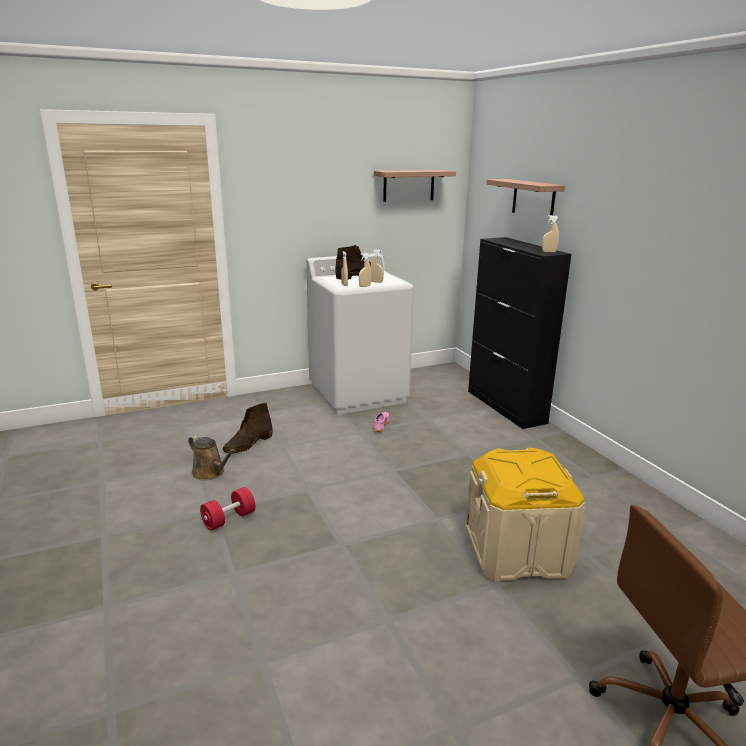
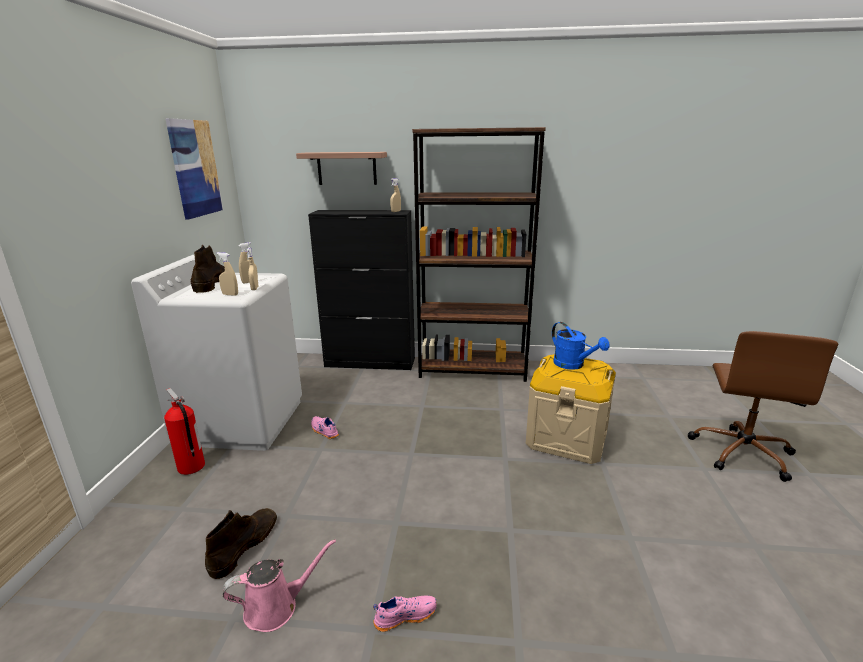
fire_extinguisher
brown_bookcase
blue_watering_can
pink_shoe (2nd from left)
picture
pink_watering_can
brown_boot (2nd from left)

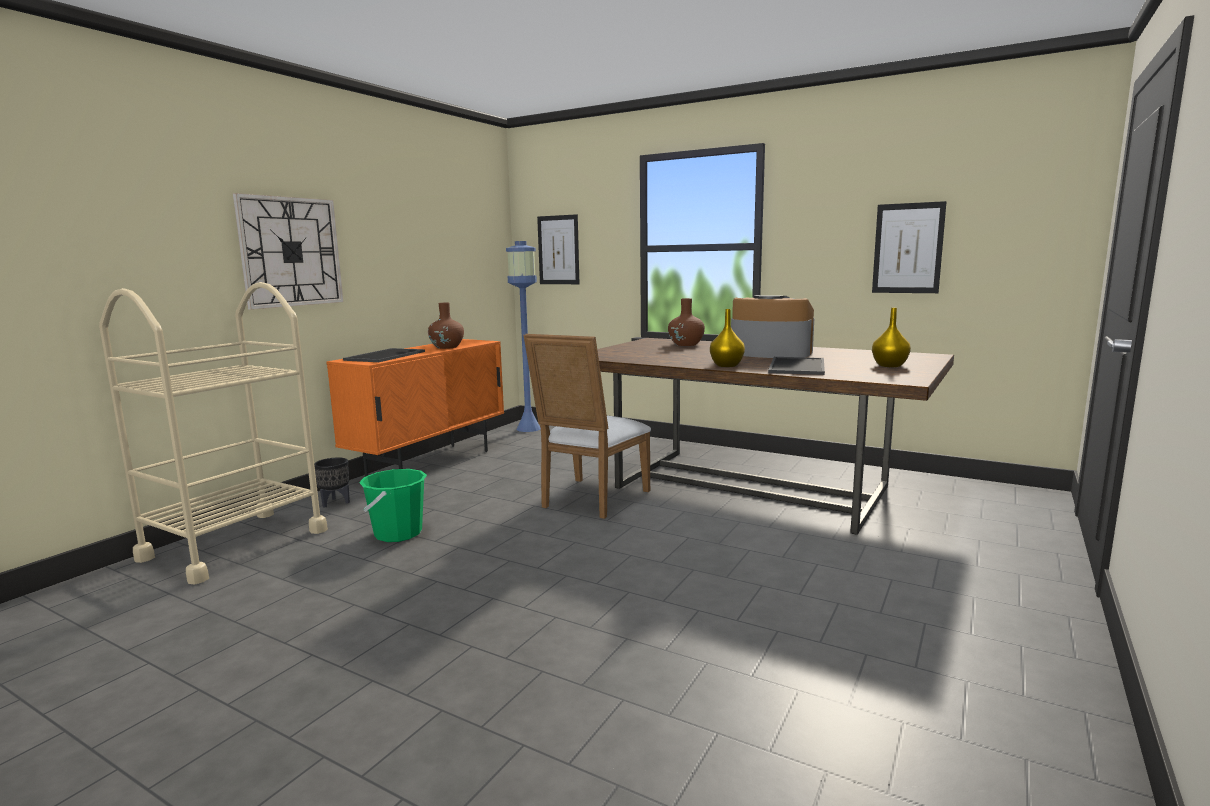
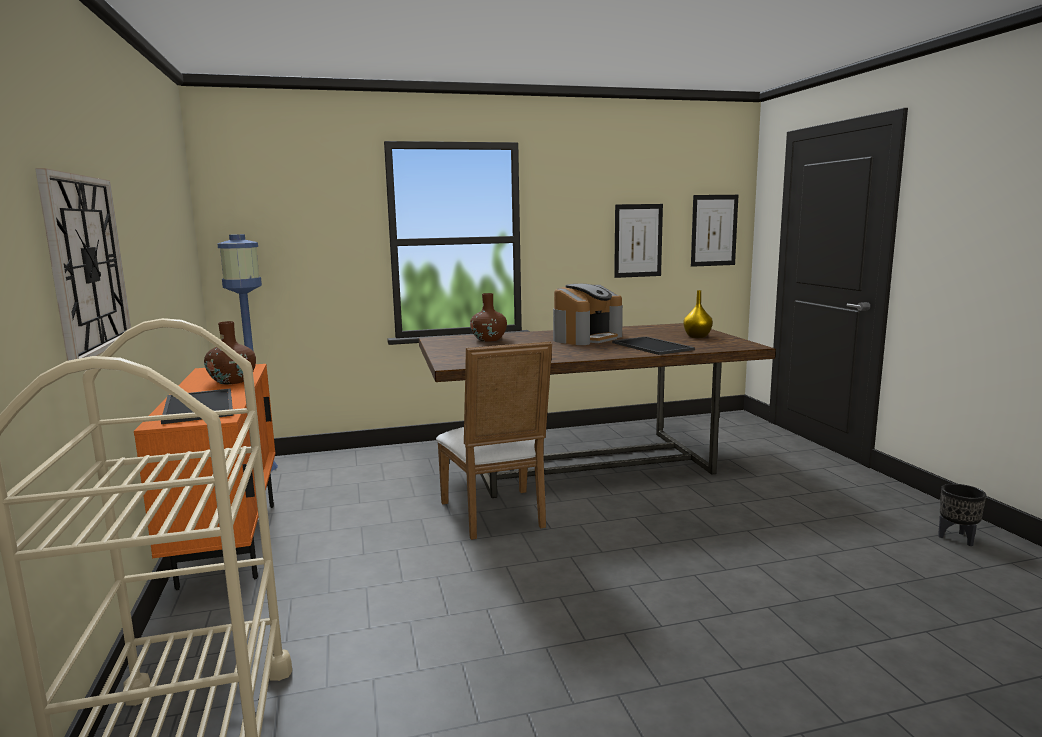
green_bucket
yellow_vase (1st from left in the first image)
black_planter
picture (2nd from left)
coffee_machine

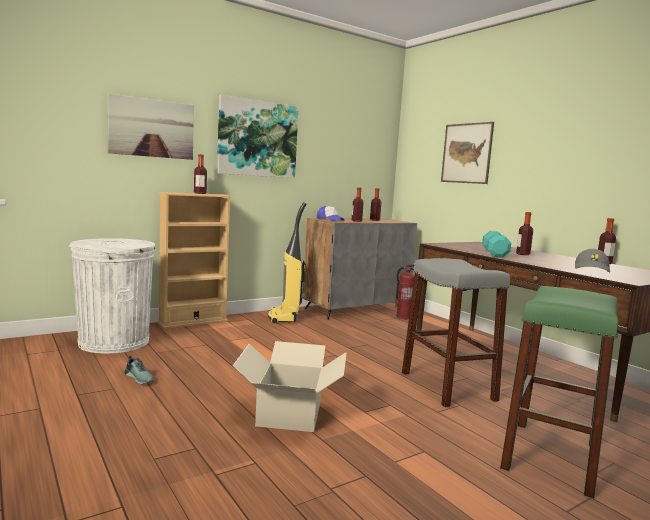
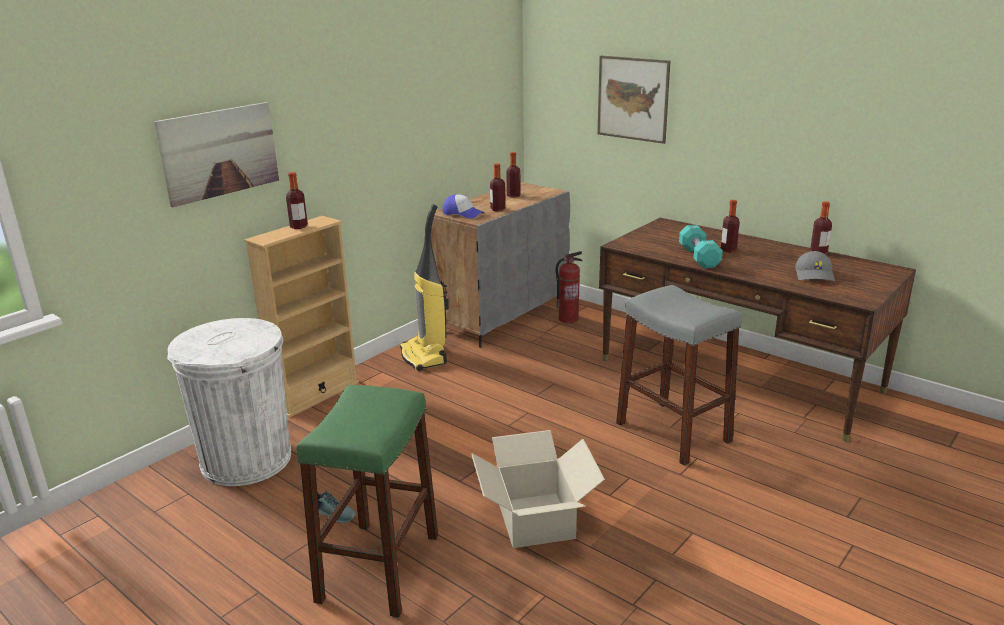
picture (2nd from left in the first image)
green_stool

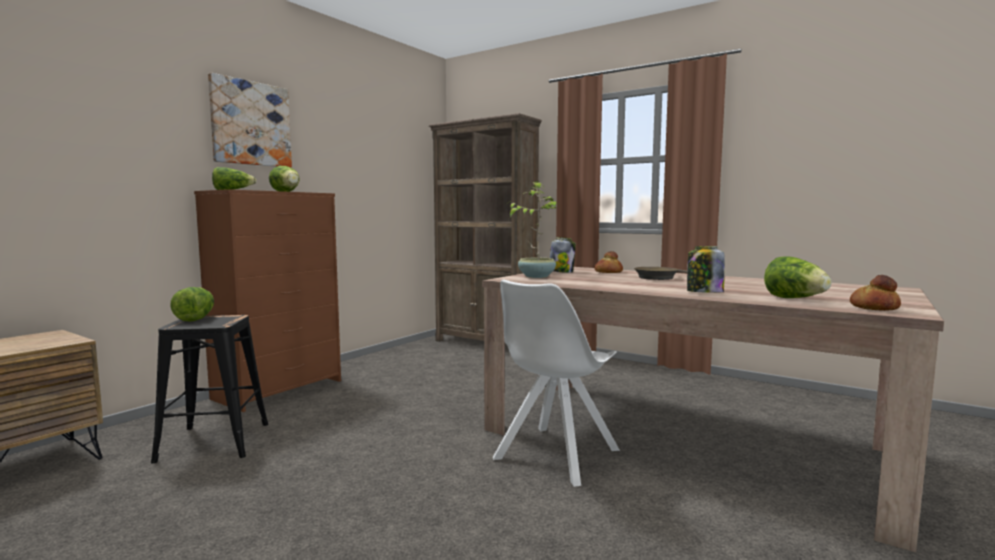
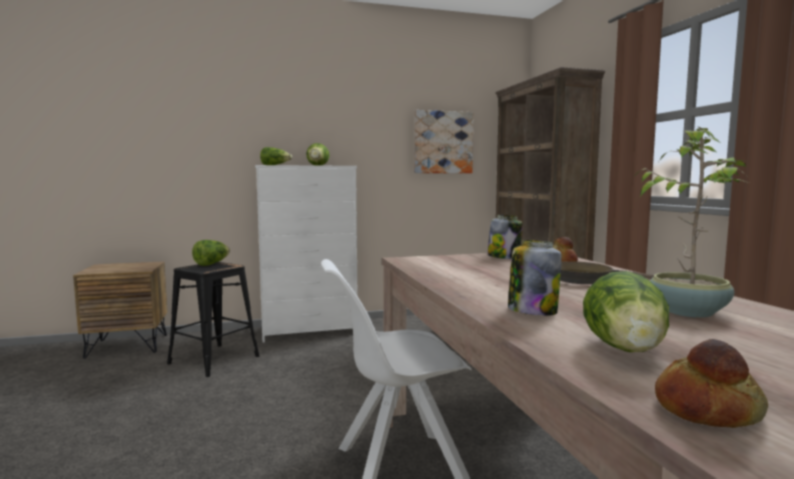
picture
potted_plant
white_dresser

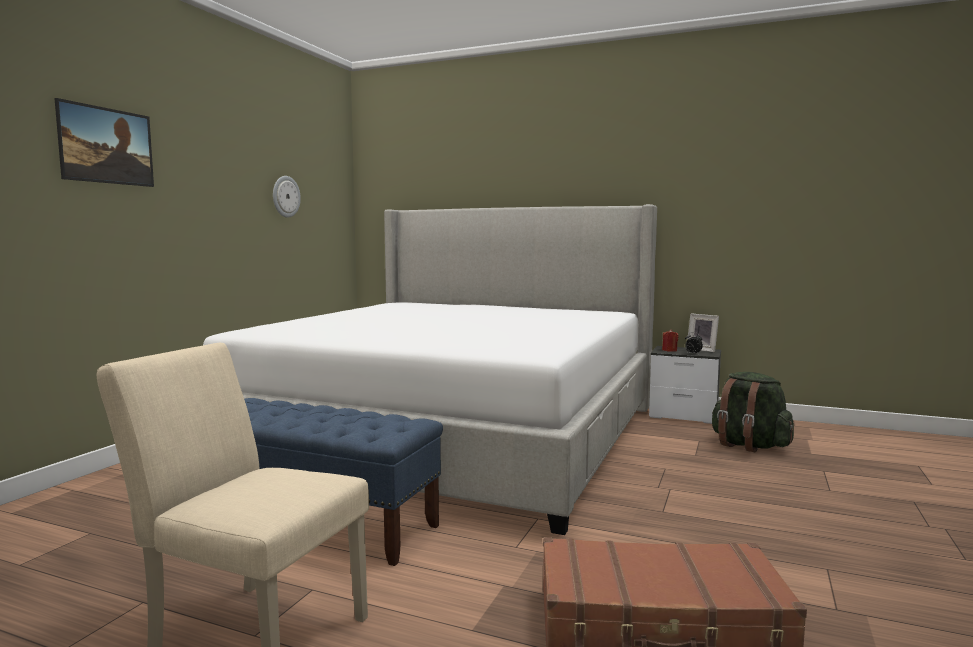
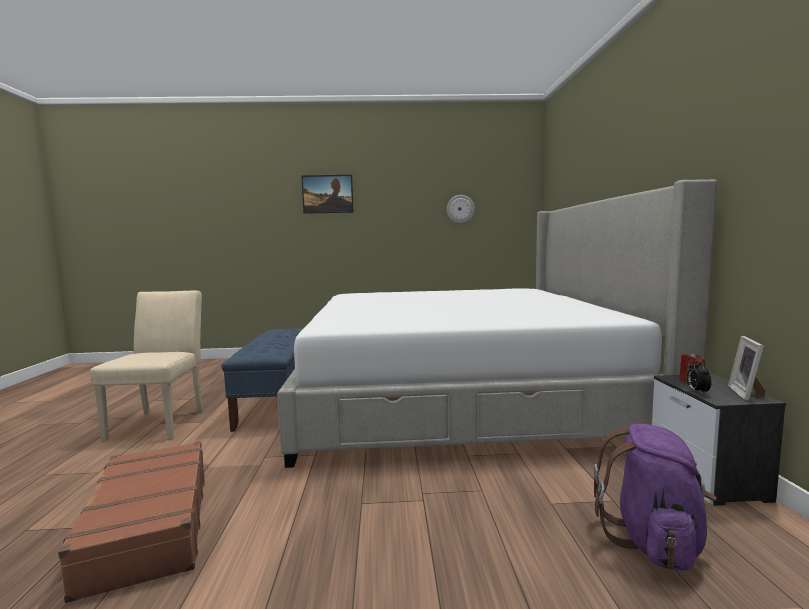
purple_backpack

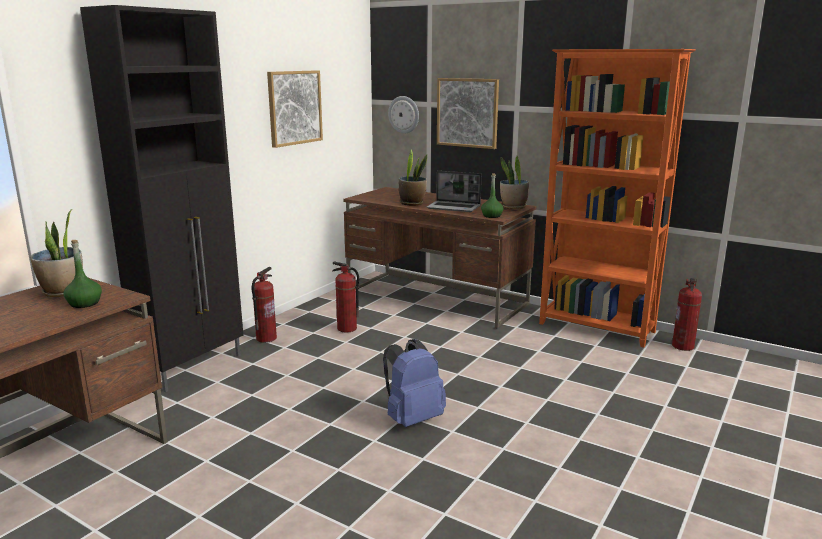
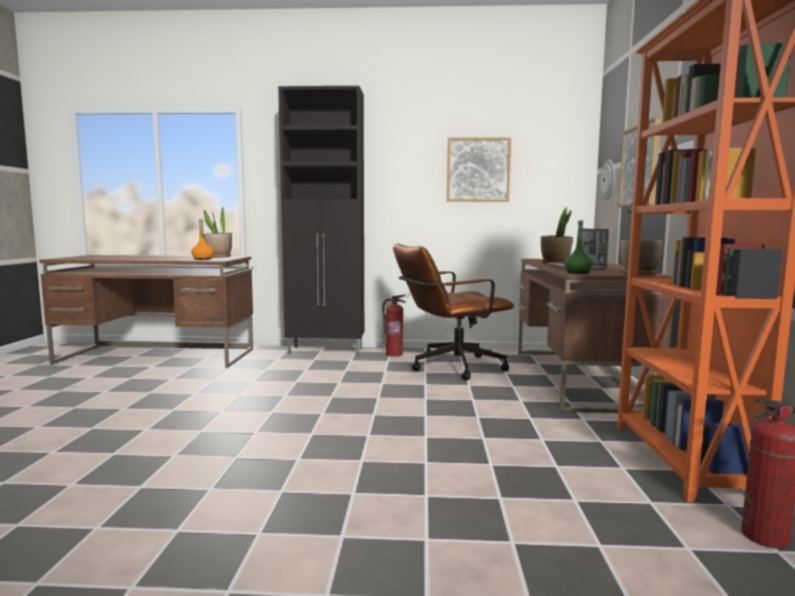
blue_backpack
brown_office_chair
orange_bottle

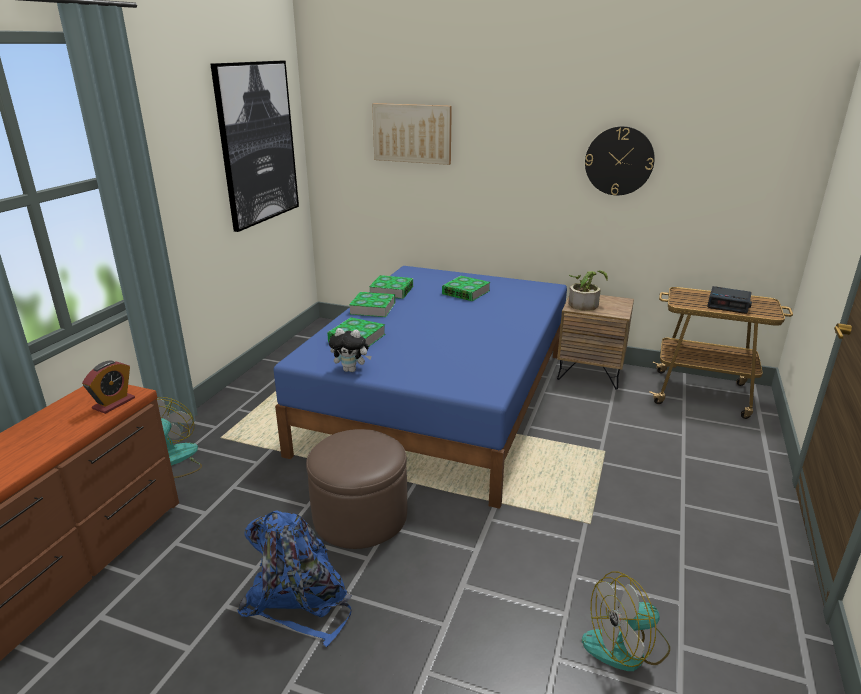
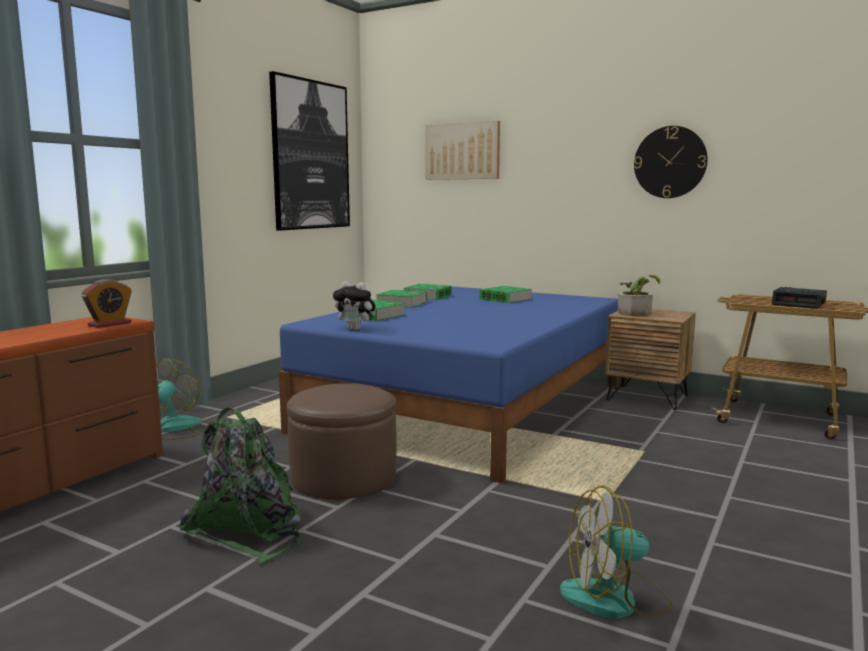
green_backpack

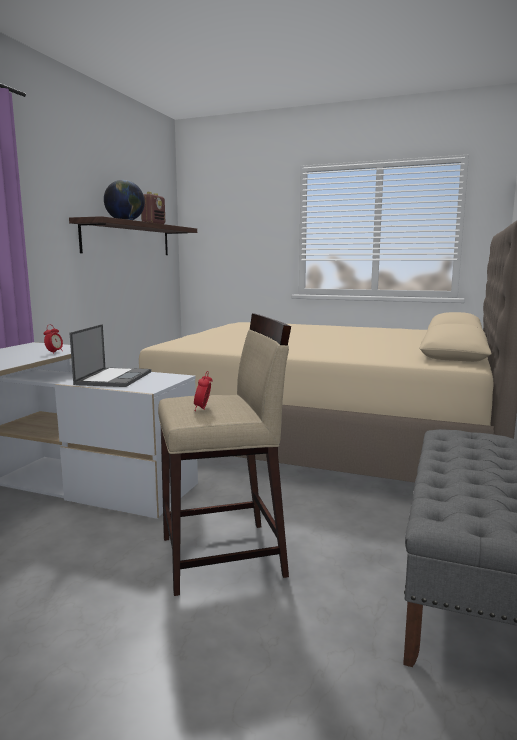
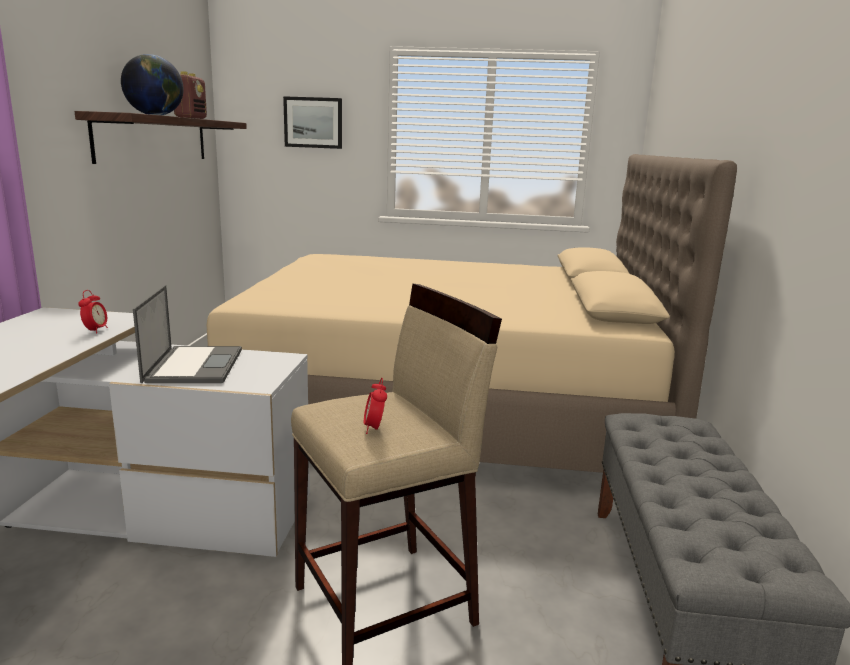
picture

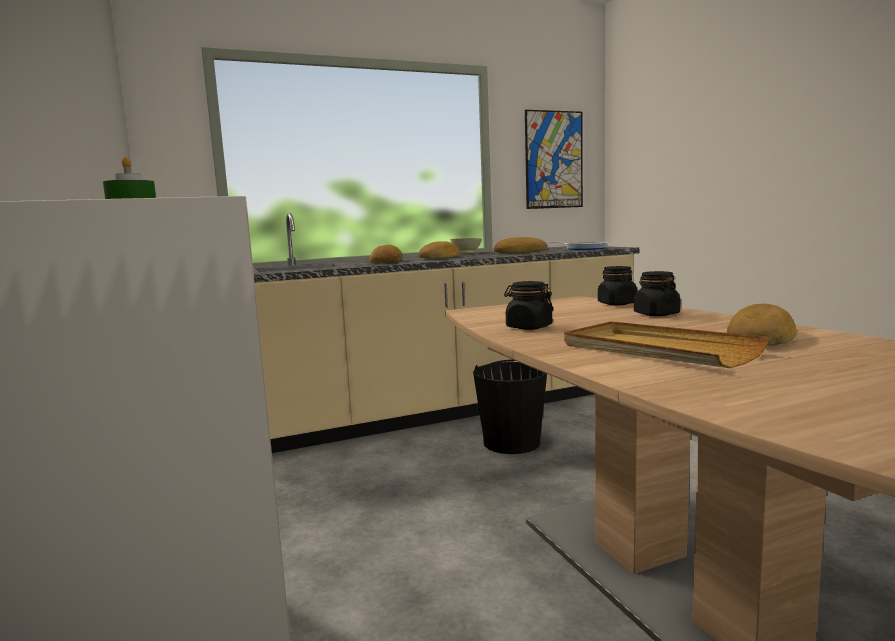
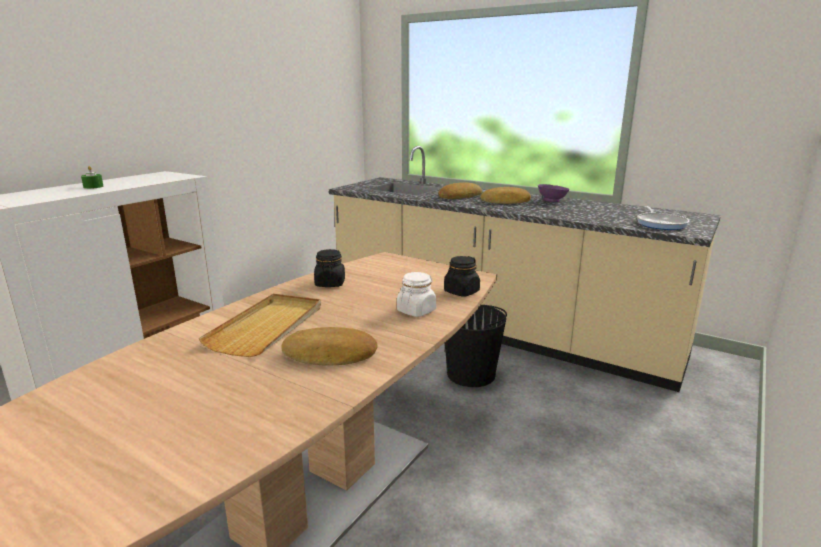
bread (3rd from left in the first image)
picture
purple_bowl
white_jar

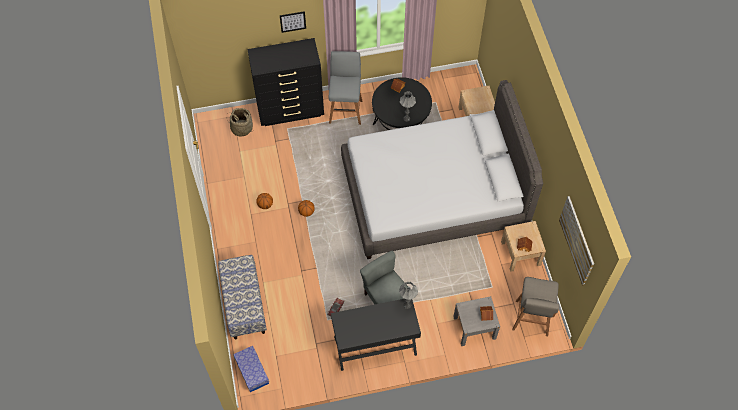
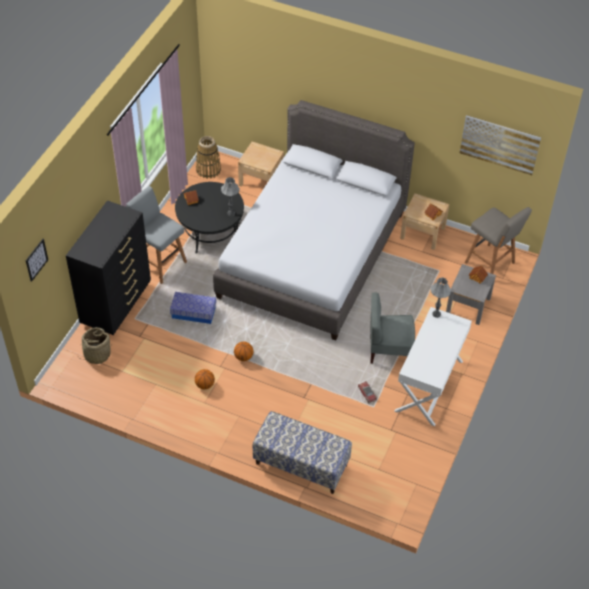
basket (2nd from left)
storage_box
picture (1st from left)
white_desk

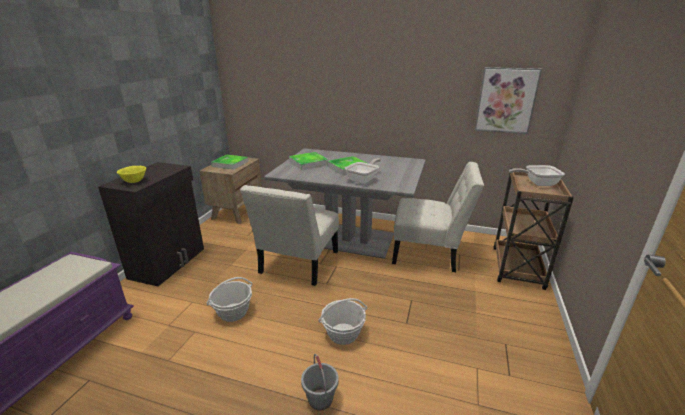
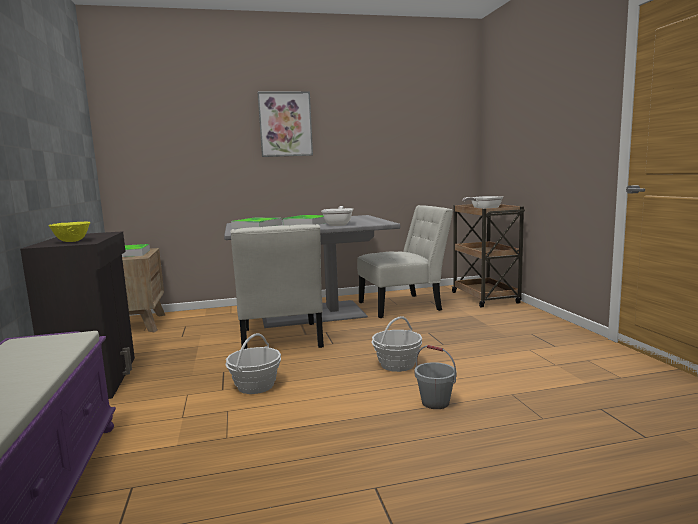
picture

